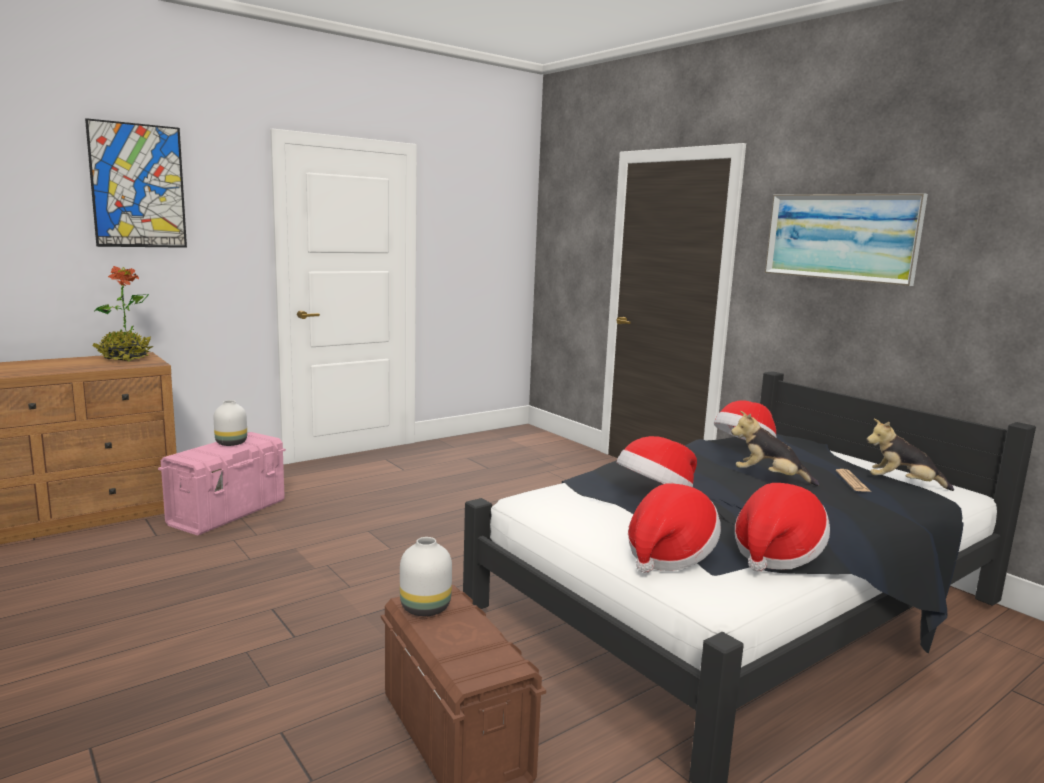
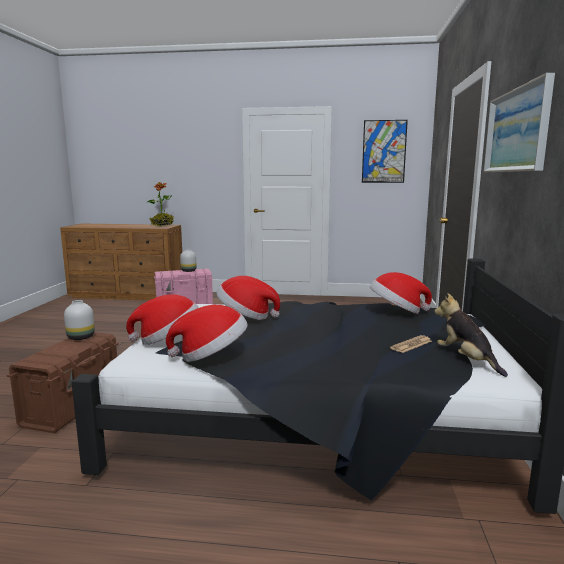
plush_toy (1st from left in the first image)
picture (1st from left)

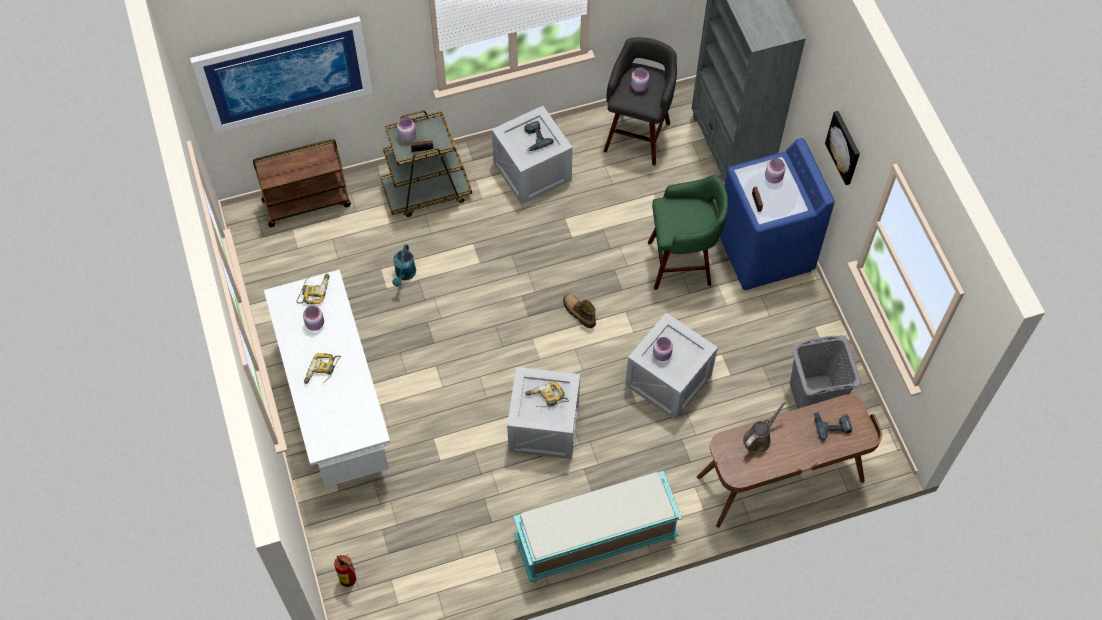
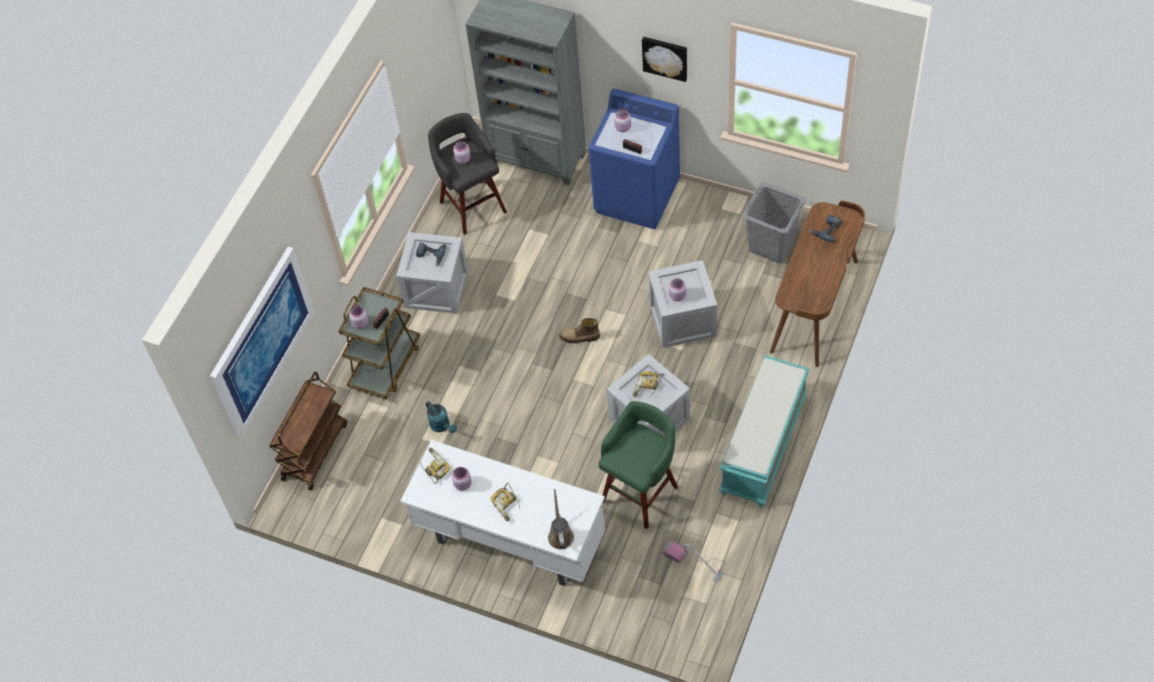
fire_extinguisher
vacuum_cleaner
green_stool
brown_watering_can

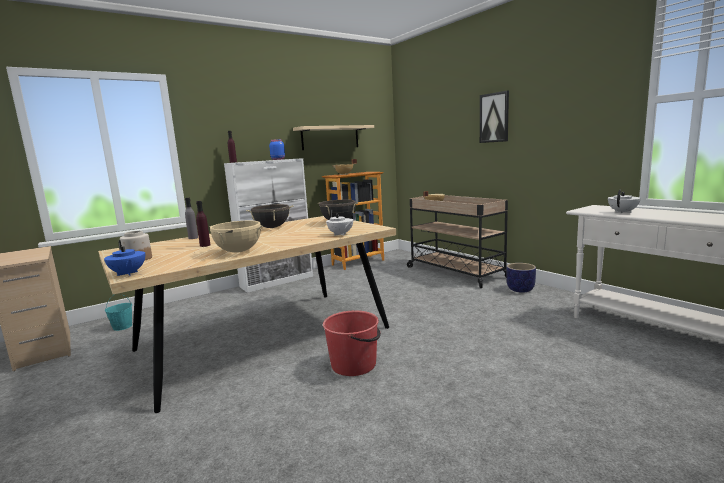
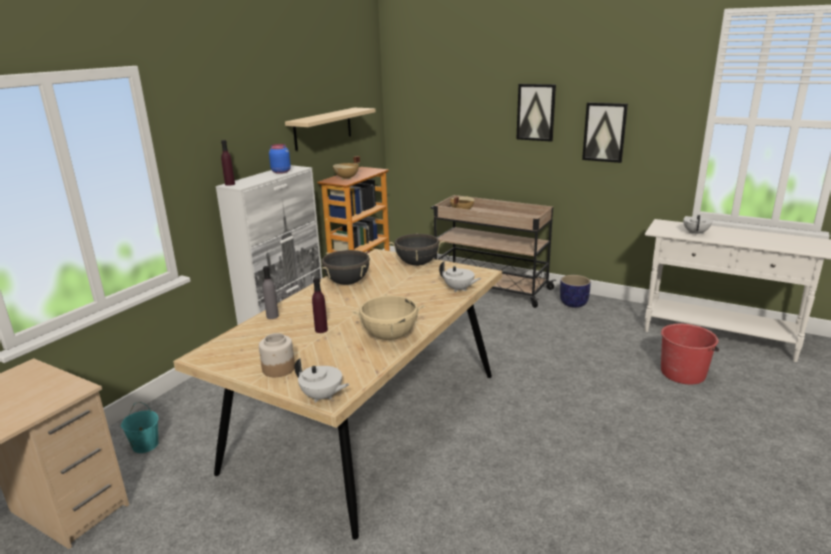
picture (2nd from left)
red_bucket
white_teapot (1st from left)

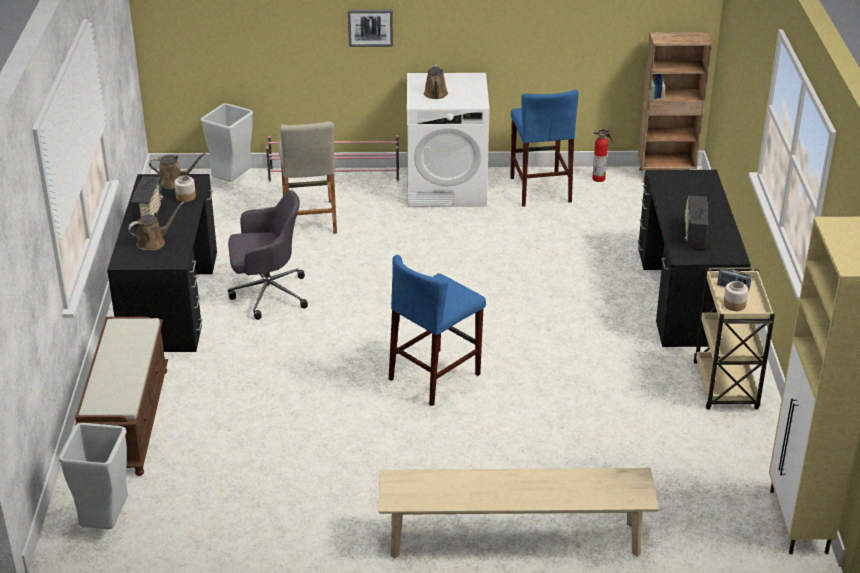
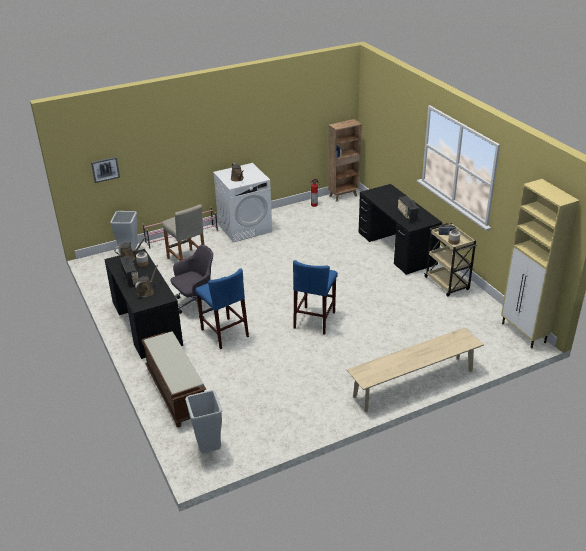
picture
blue_stool (1st from left)

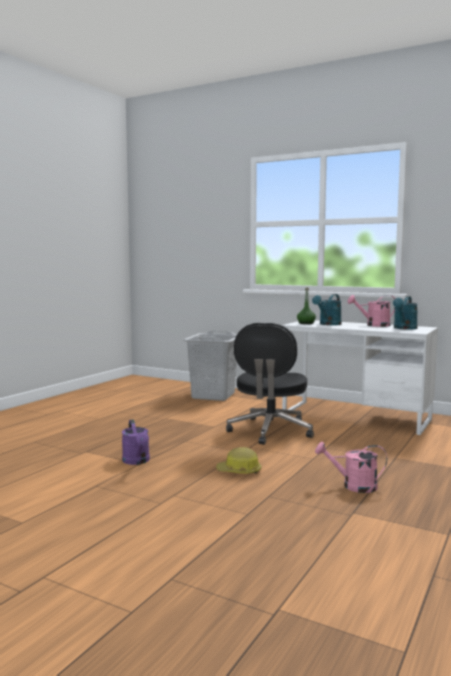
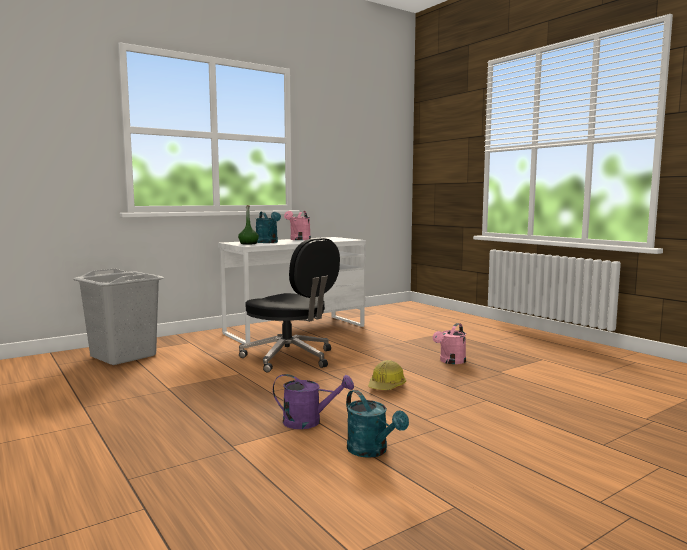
turquoise_watering_can (2nd from left)

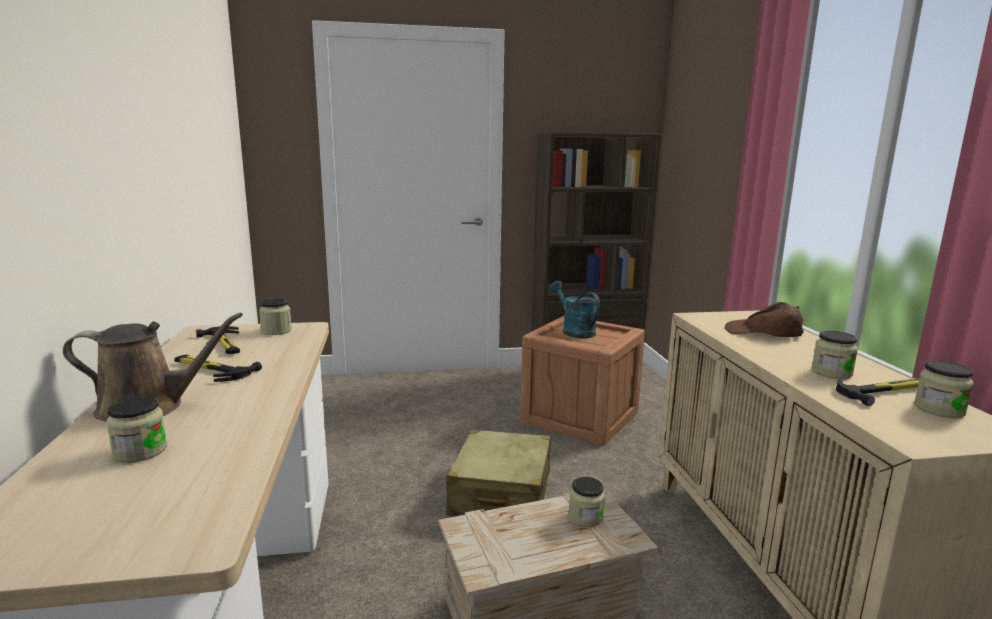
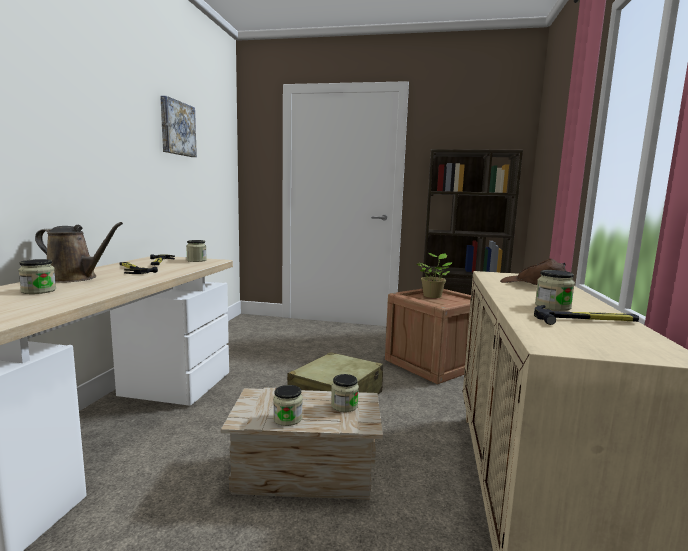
picture
jar (3rd from left)
potted_plant

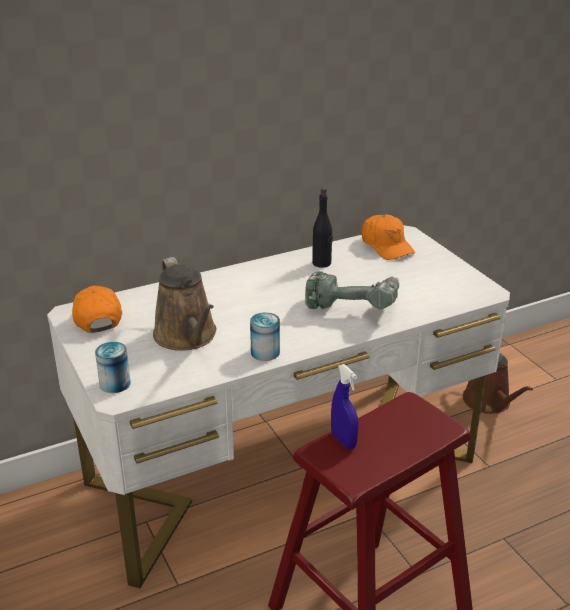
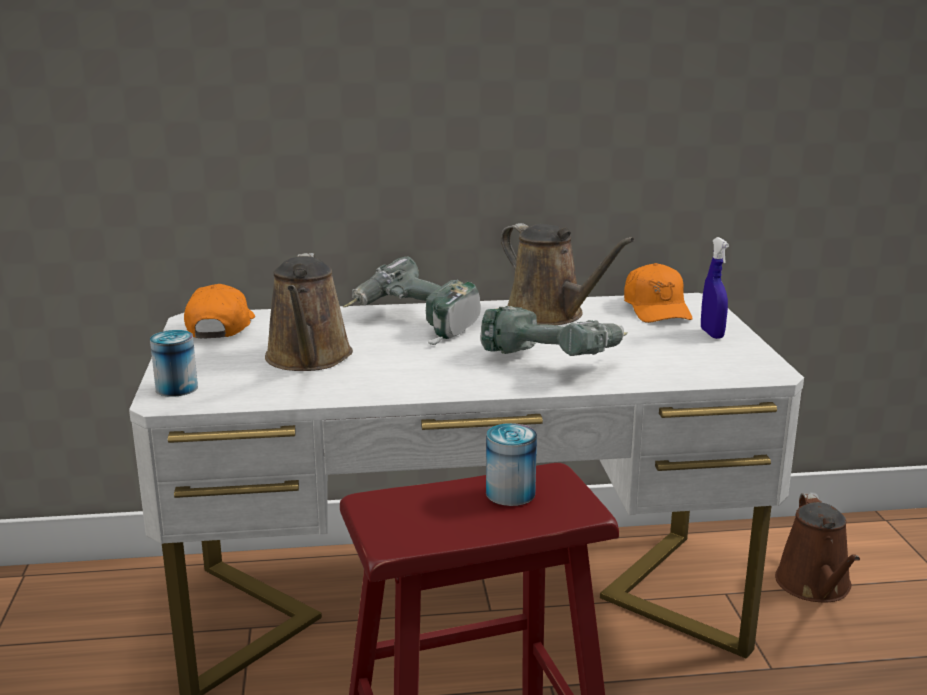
power_drill (1st from left)
can (2nd from left)
blue_spray_bottle
brown_watering_can (2nd from left)

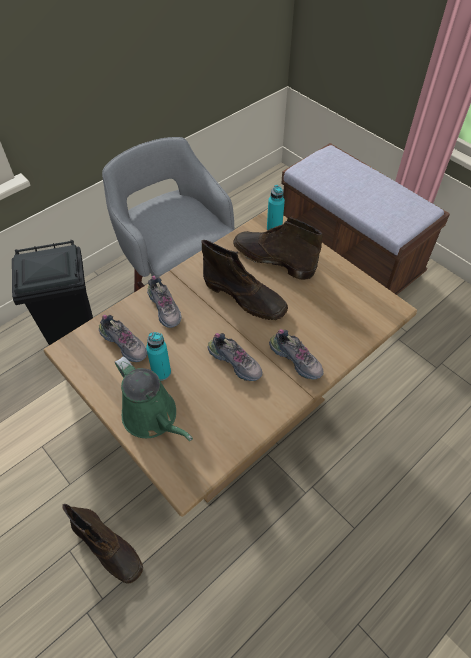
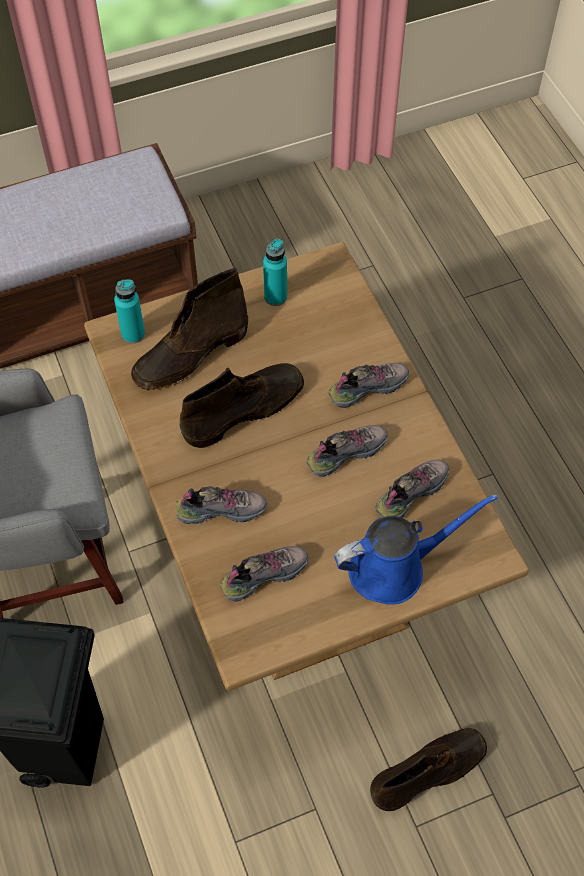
shoe (5th from left)
turquoise_bottle (2nd from left)
blue_watering_can

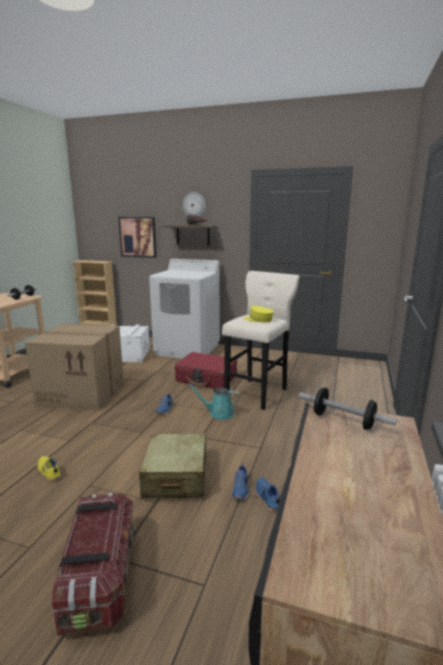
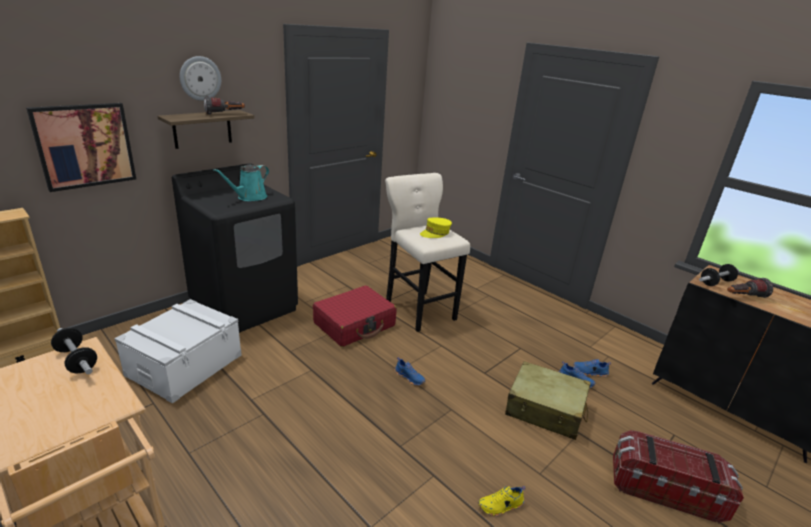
cardboard_box
flashlight (2nd from left)
turquoise_watering_can
black_washing_machine

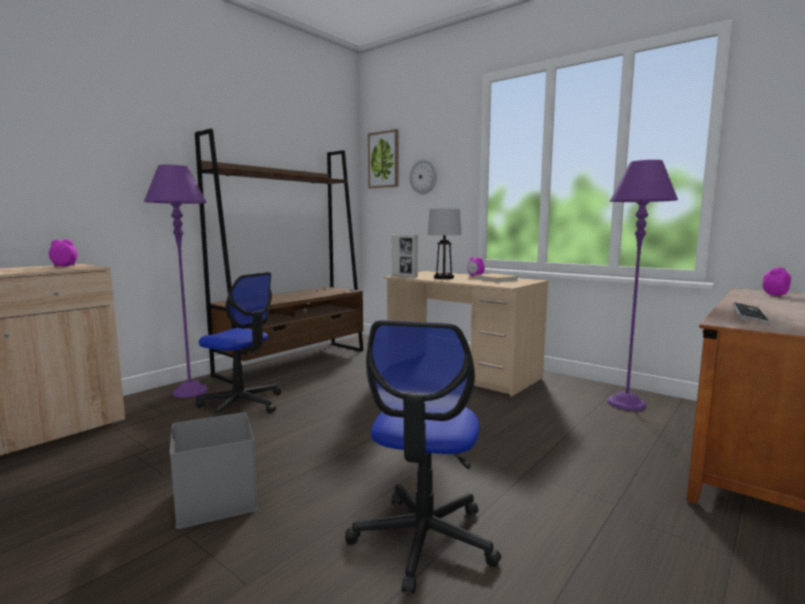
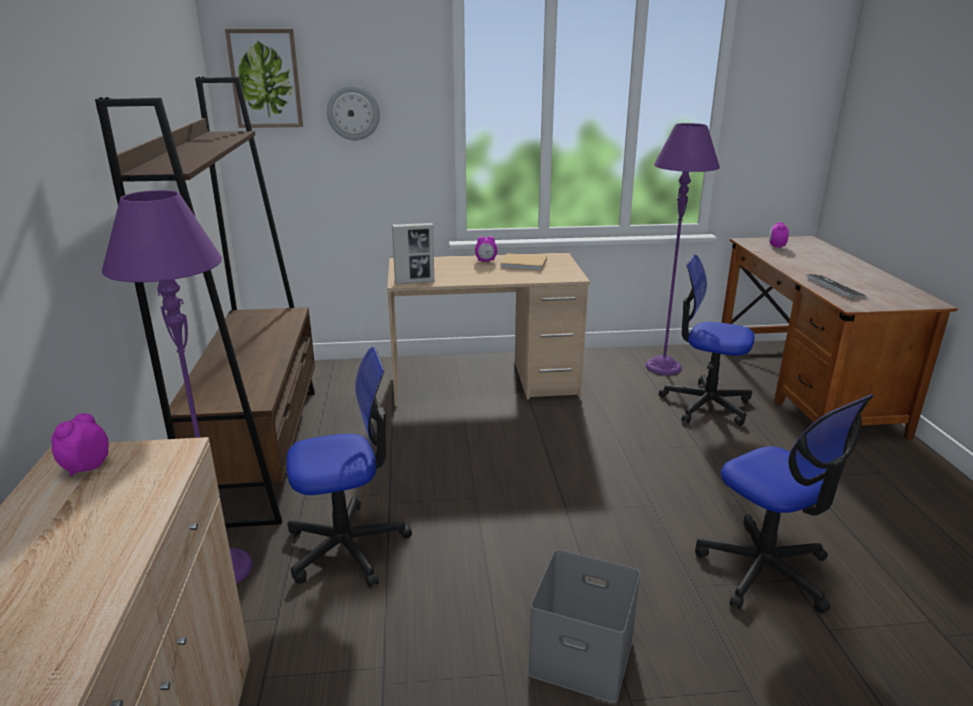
table_lamp
office_chair (2nd from left)

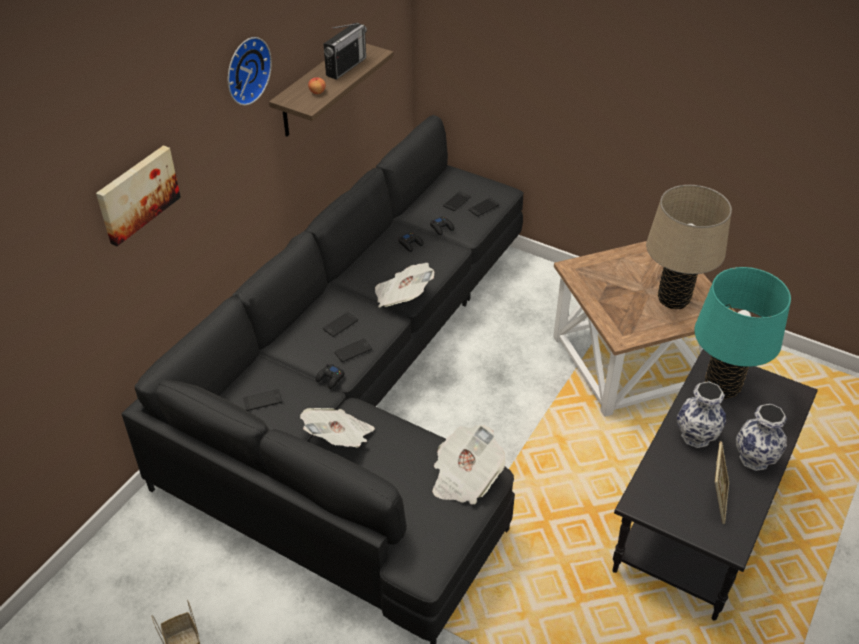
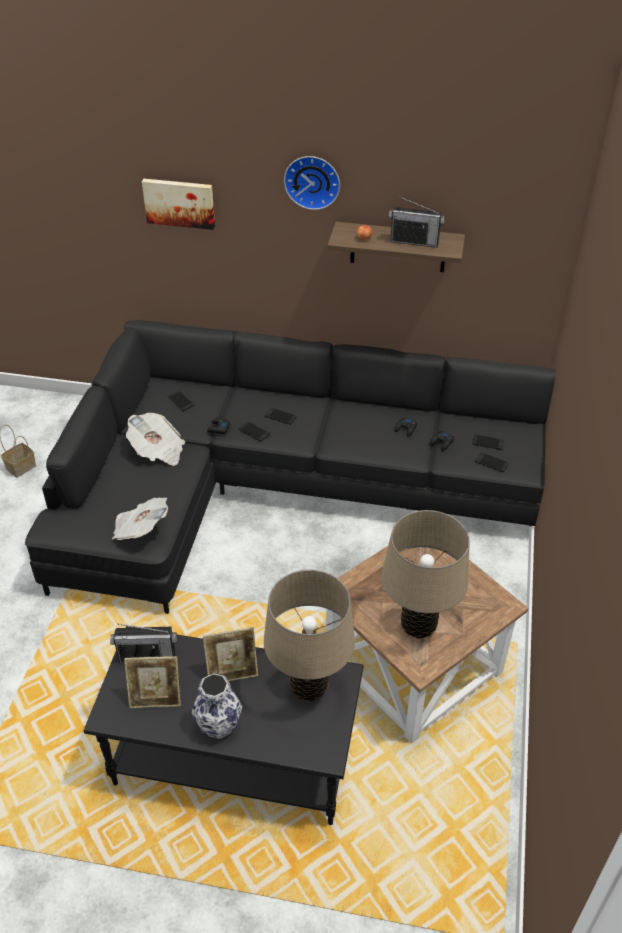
newspaper (2nd from left in the first image)
radio (1st from left)
picture_frame (2nd from left)
beige_table_lamp (1st from left)

